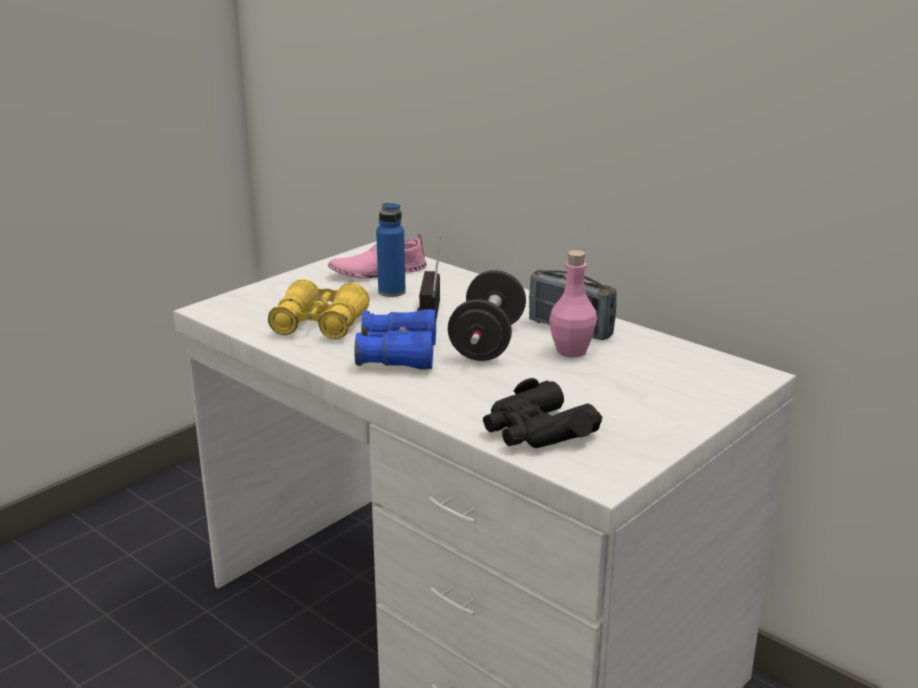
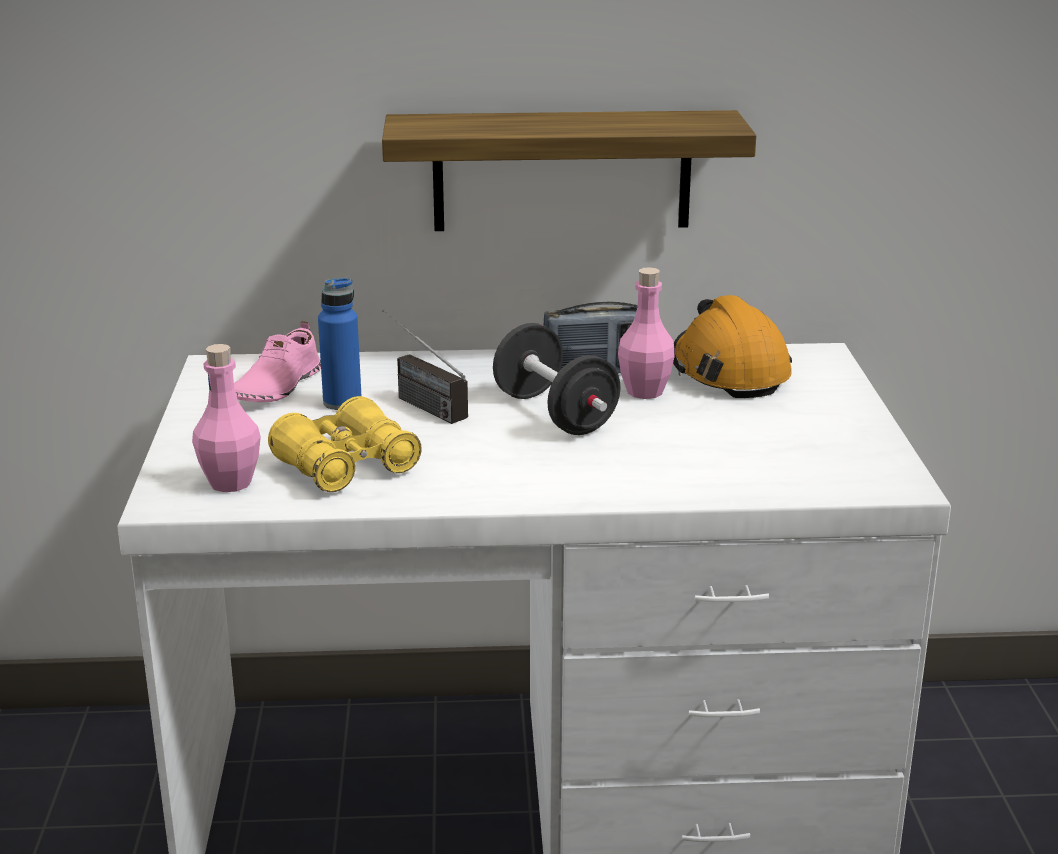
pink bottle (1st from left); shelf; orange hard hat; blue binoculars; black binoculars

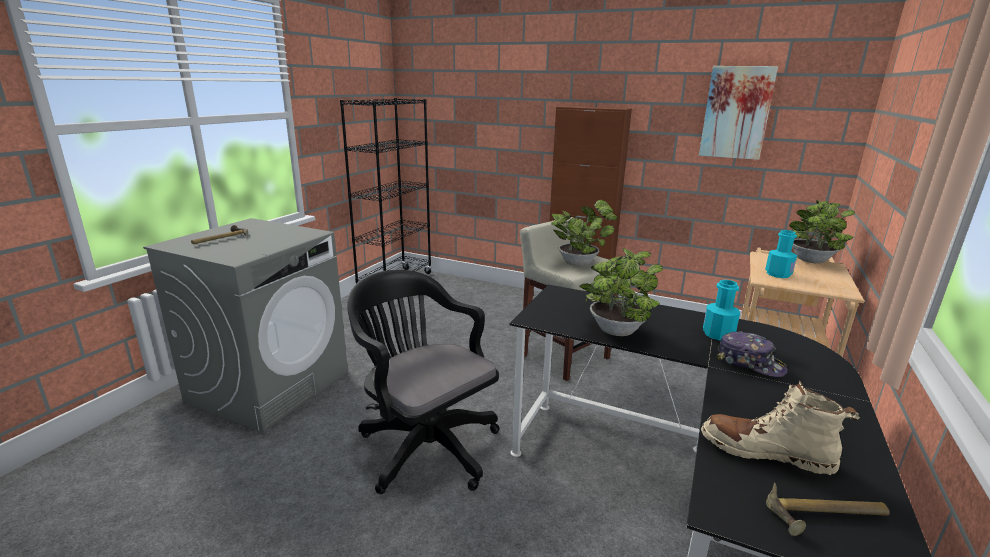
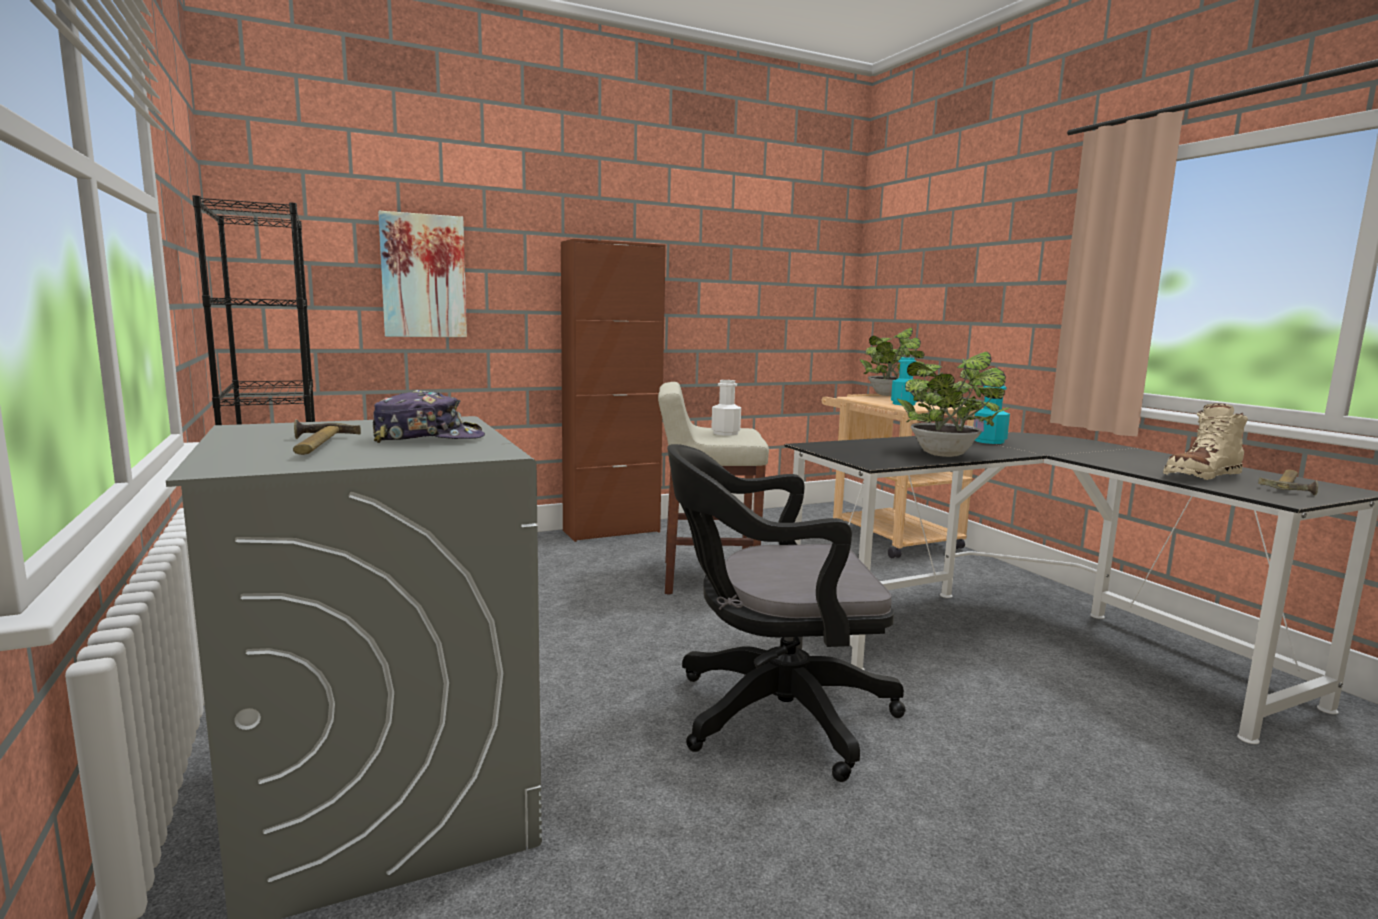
cap; picture; white bottle

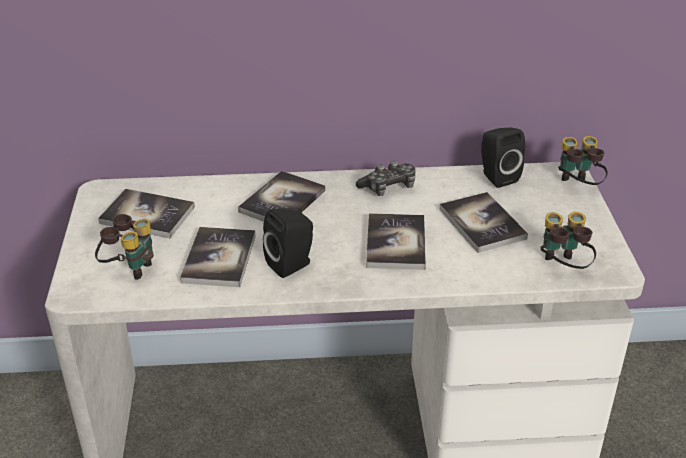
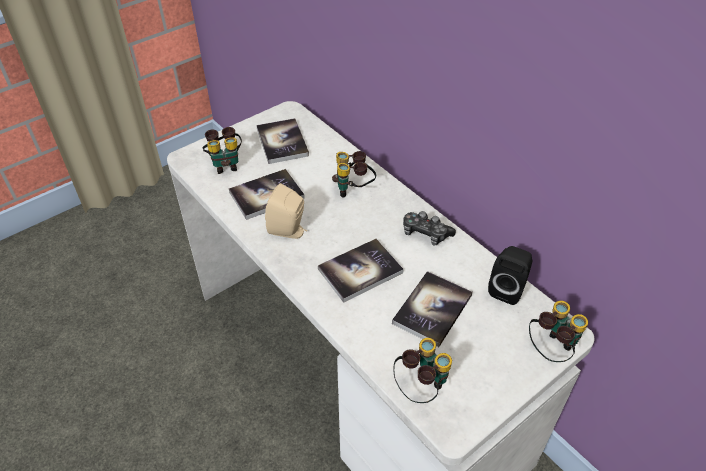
beige speaker; binoculars (2nd from left)

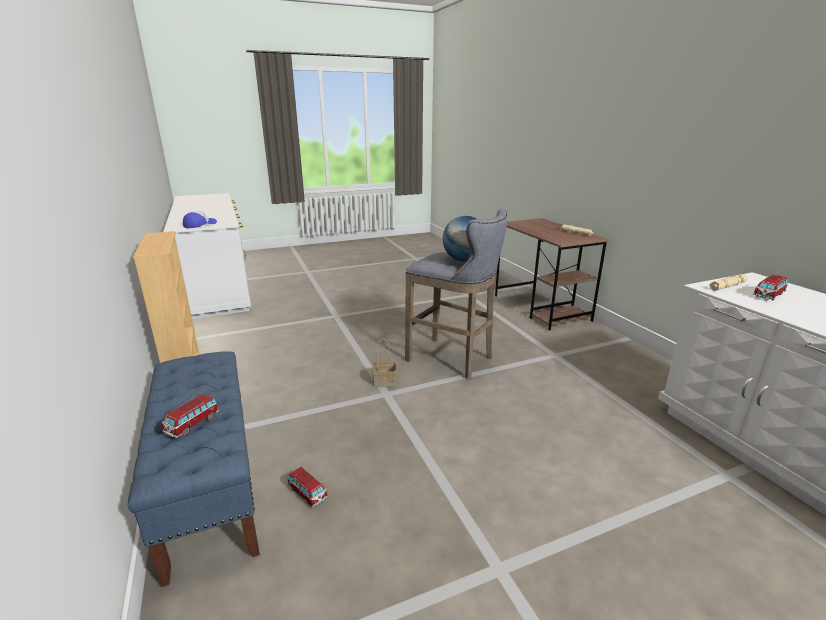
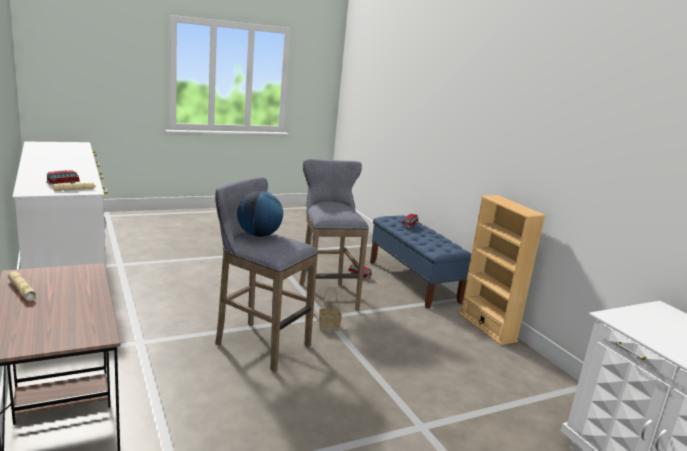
grey stool (2nd from left); cap

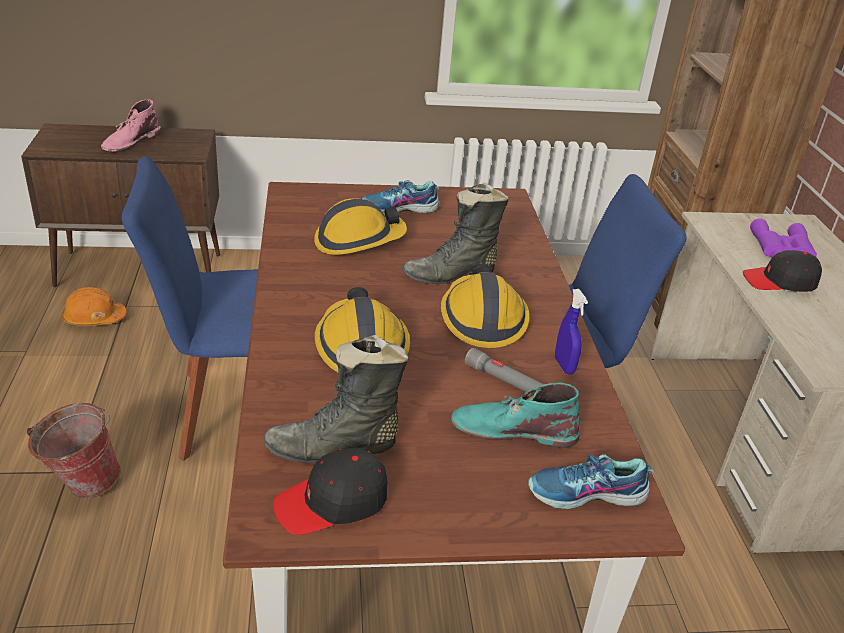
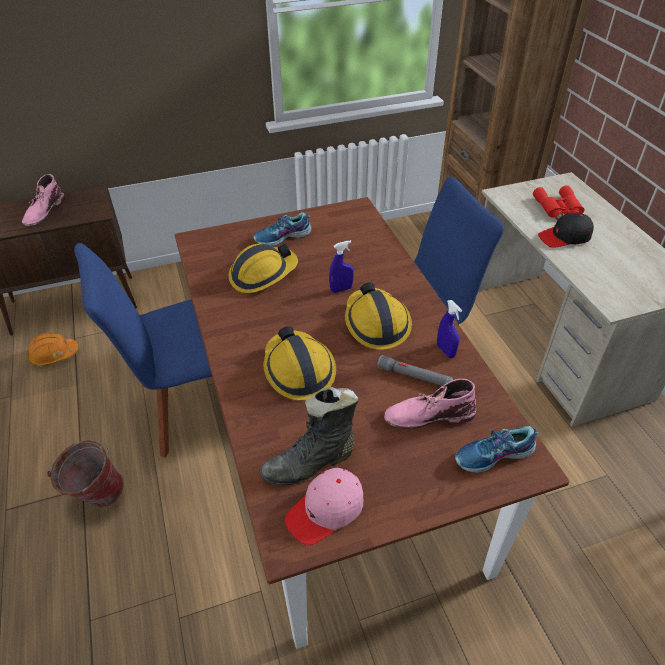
pink cap; blue spray bottle (1st from left); pink boot (2nd from left); red binoculars

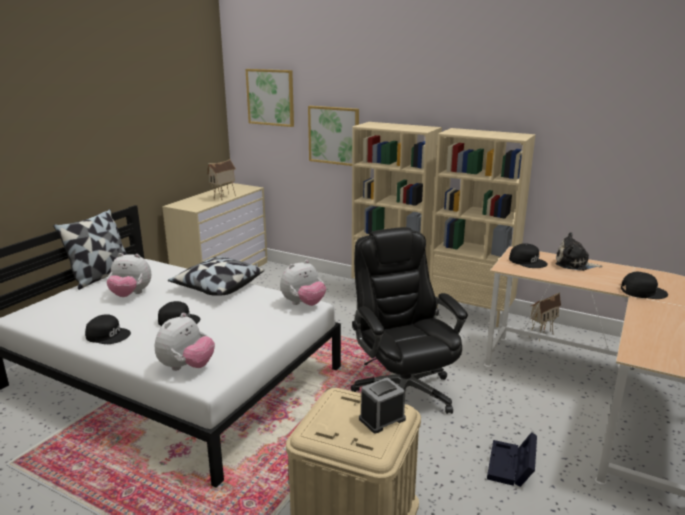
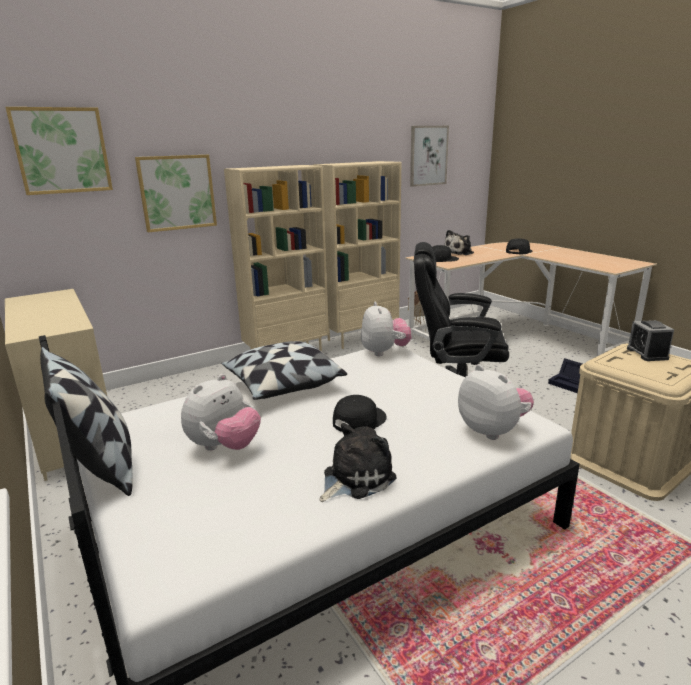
plush toy (2nd from left); picture (3rd from left); toy house (1st from left in the first image)

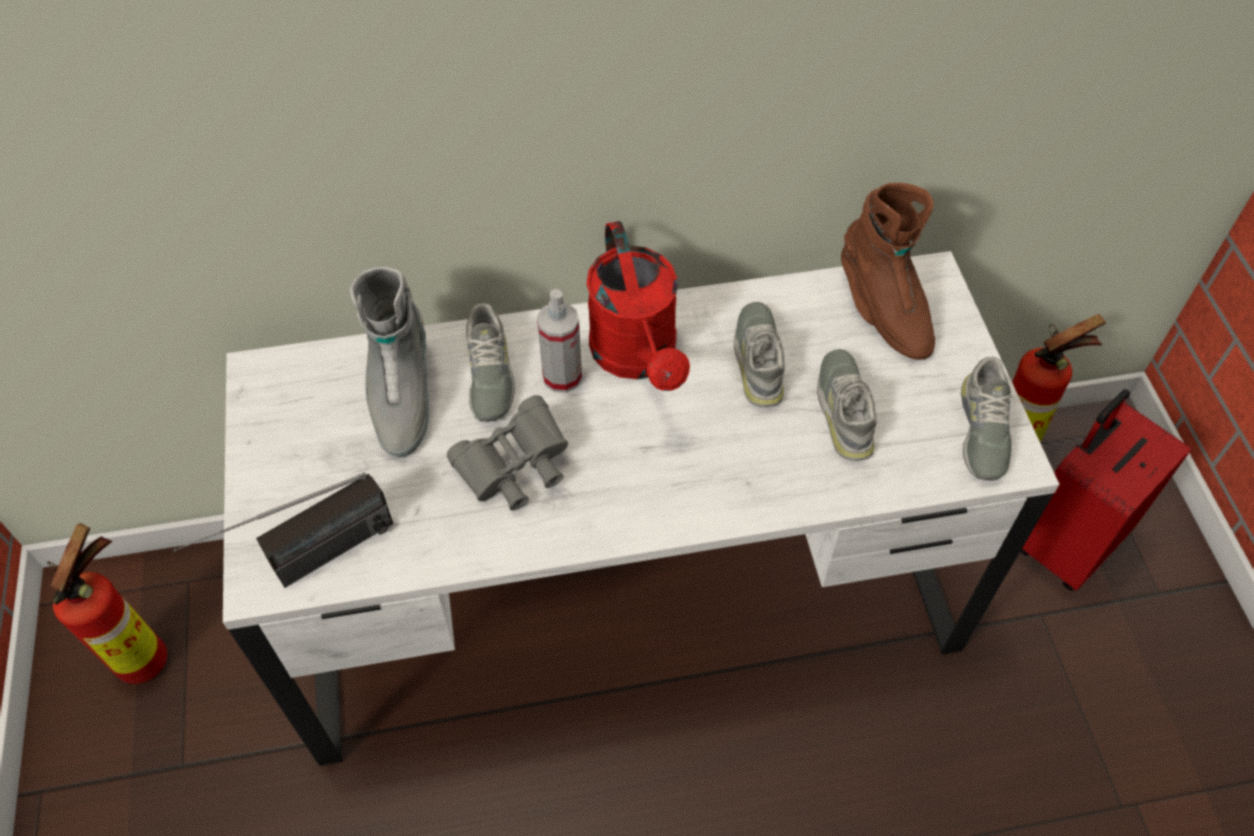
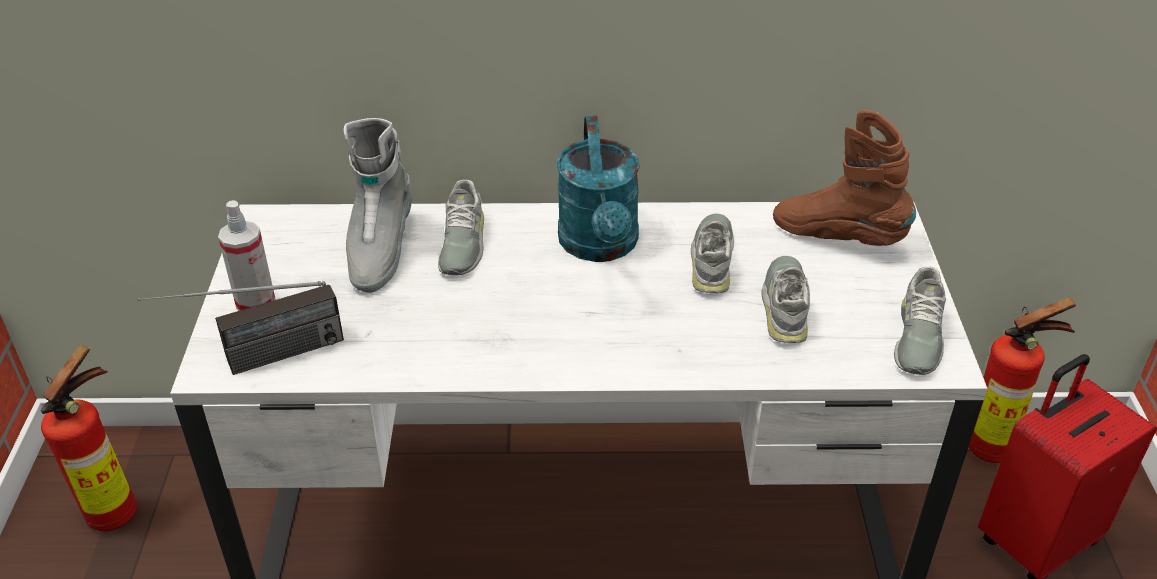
spray bottle; turquoise watering can; brown boot; grey binoculars

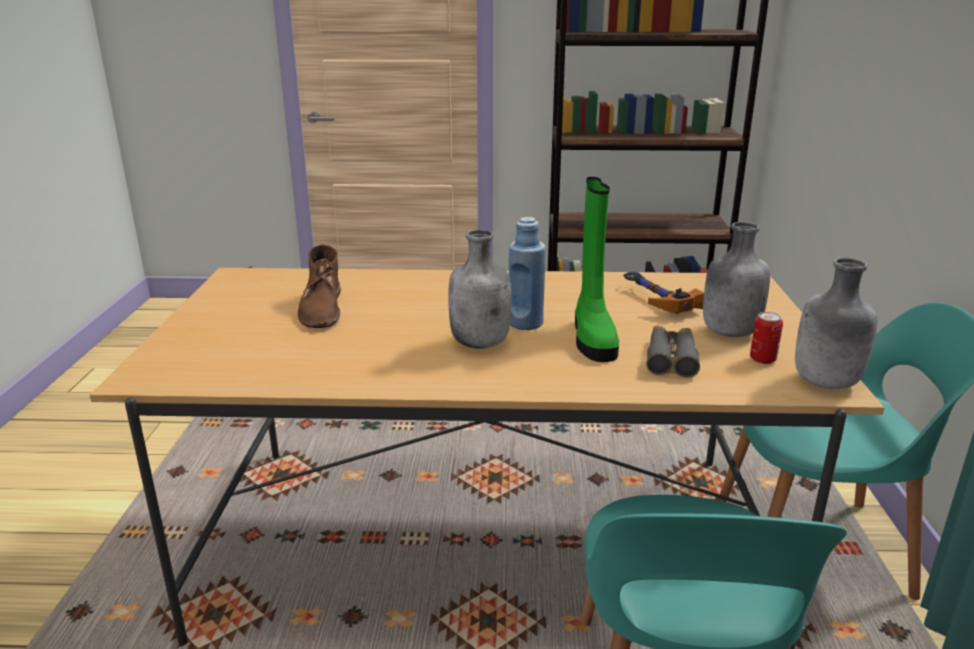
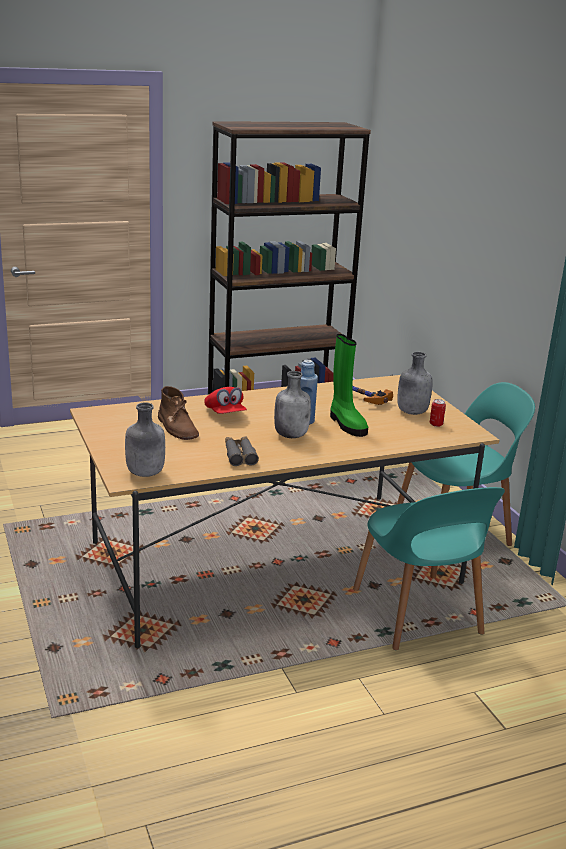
grey bottle (1st from left); red cap; grey binoculars

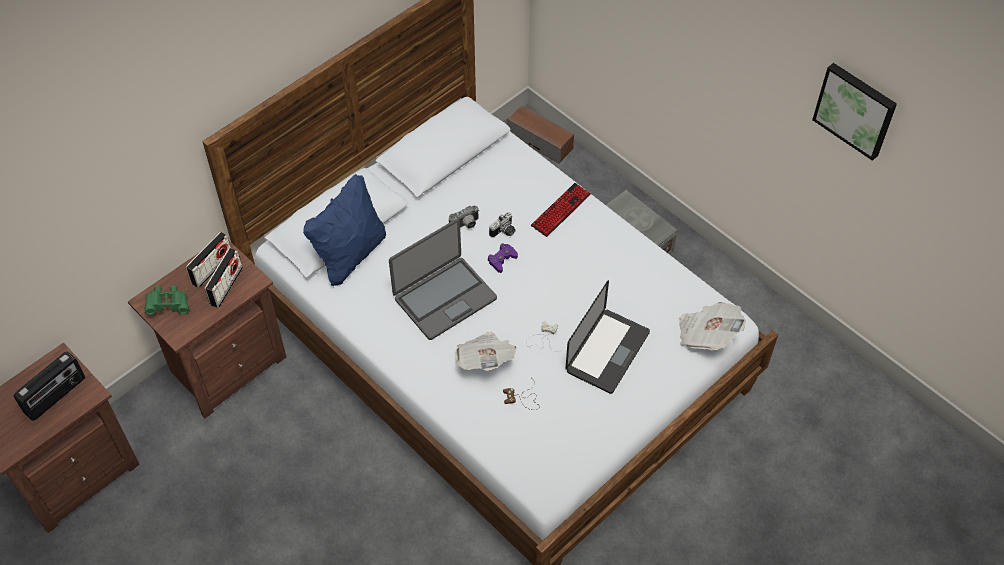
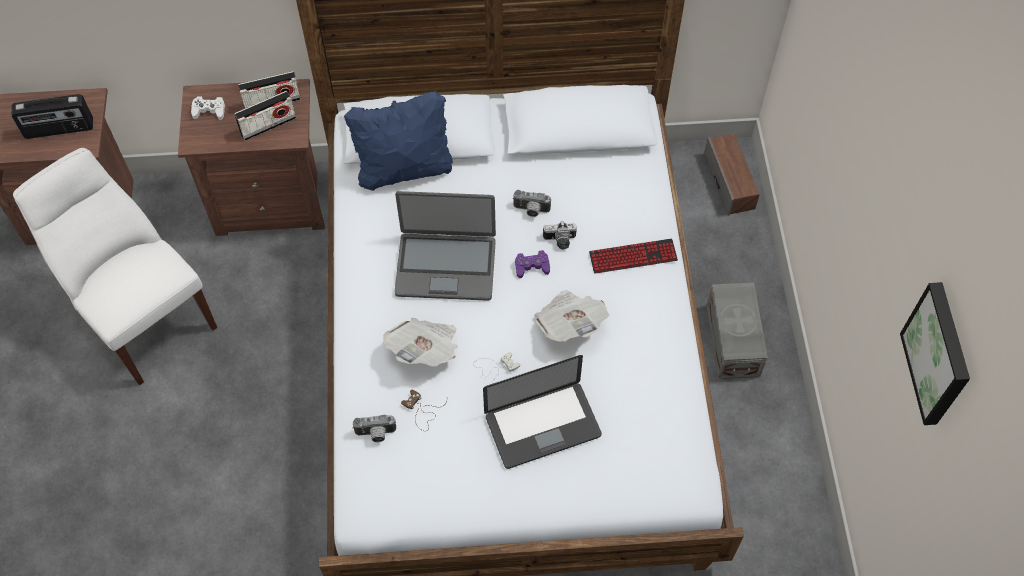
white chair; white game controller (1st from left); photo camera (1st from left); newspaper (2nd from left)

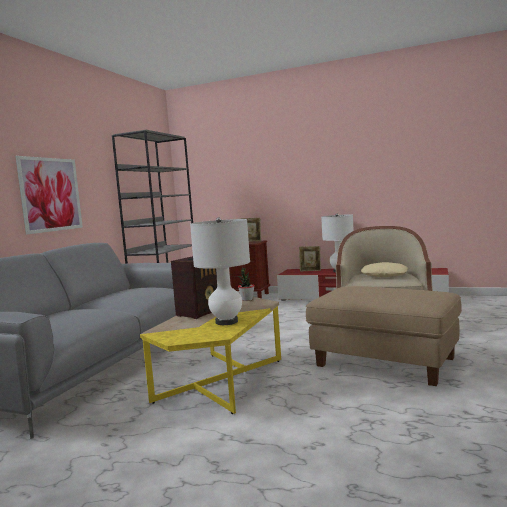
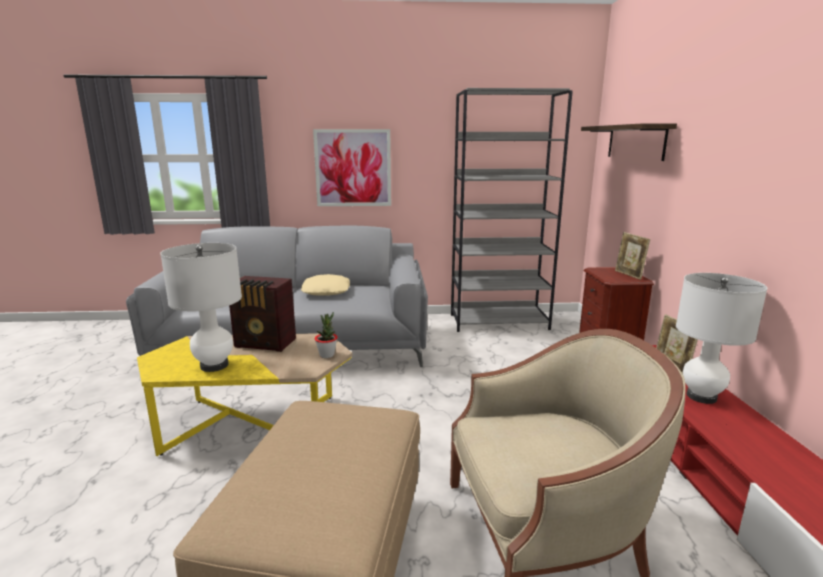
beige pillow; shelf

